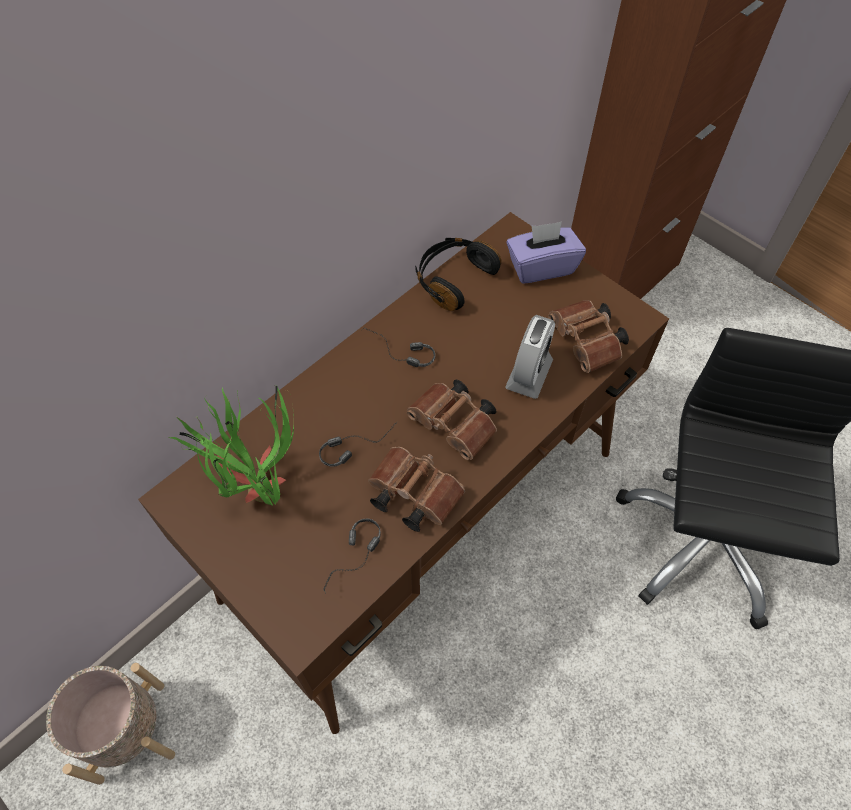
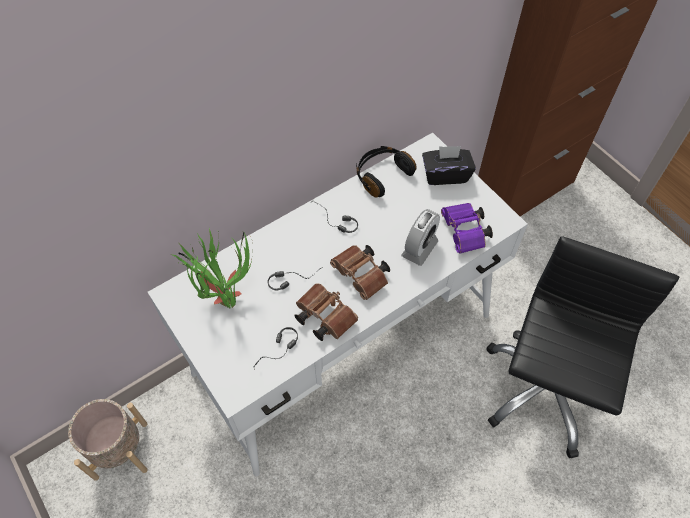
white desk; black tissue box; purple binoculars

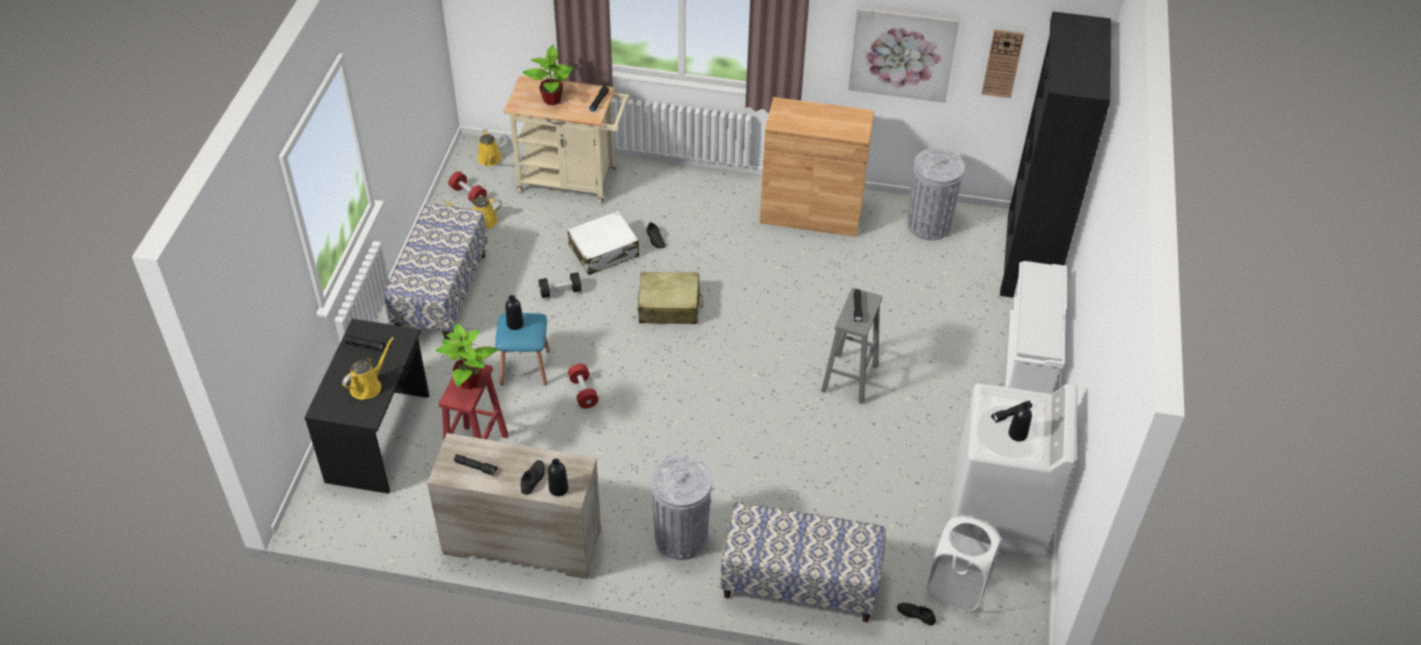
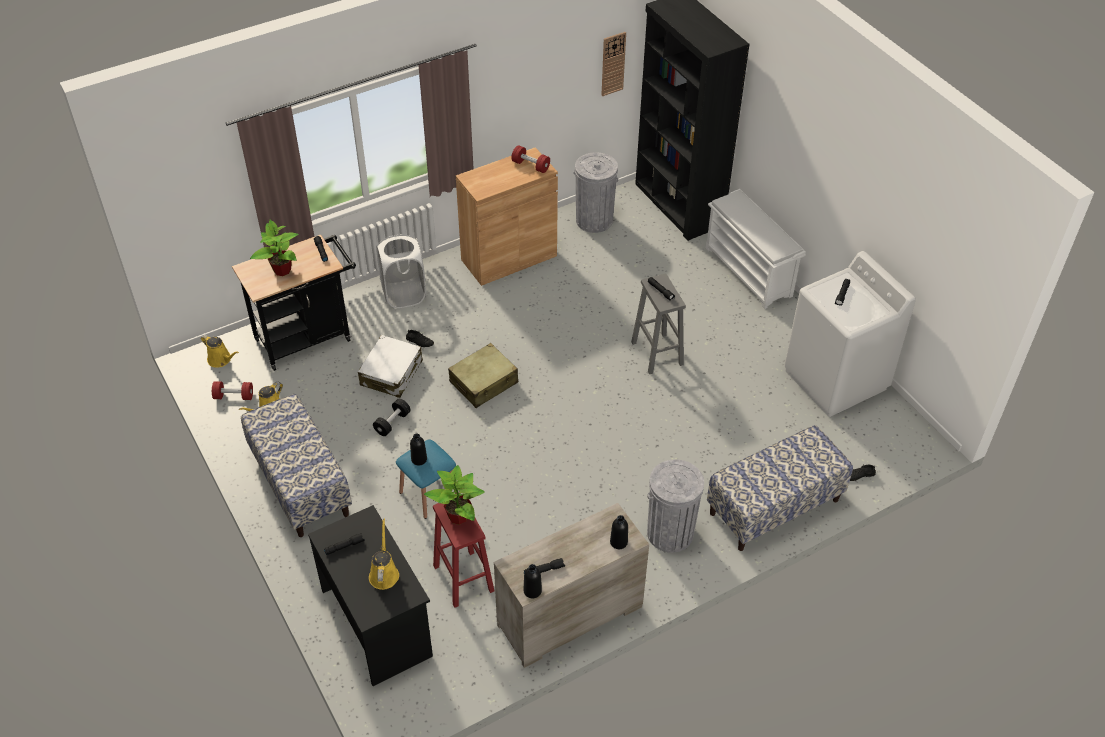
black cart; white laundry basket; red dumbbell (2nd from left); black bottle (2nd from left); black shoe (1st from left in the first image); picture

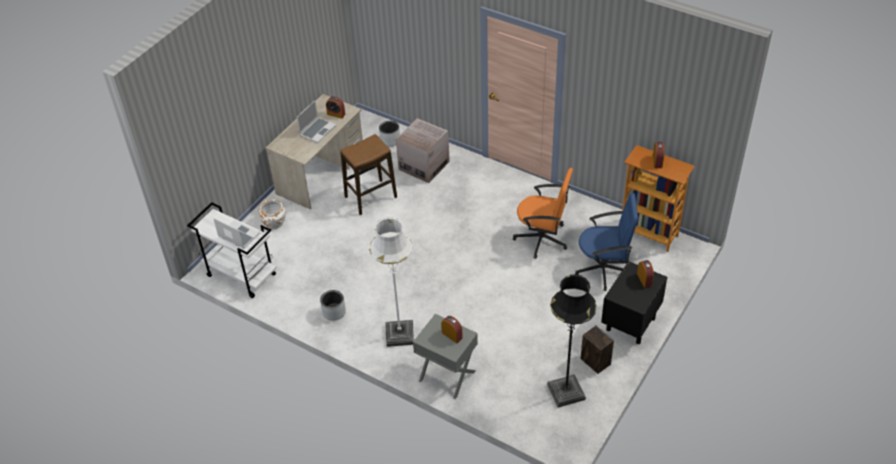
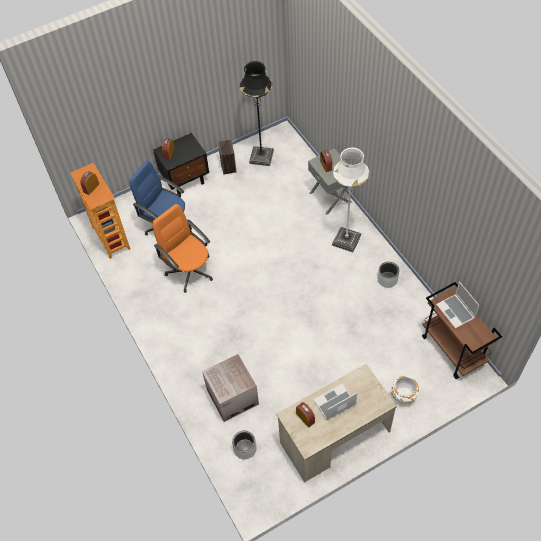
brown cart; stool

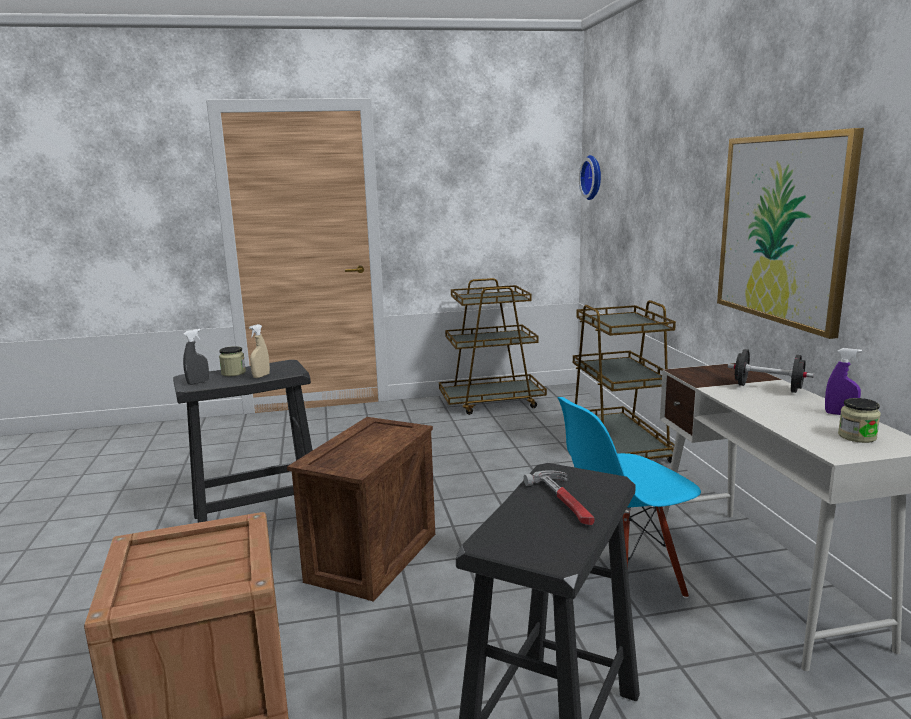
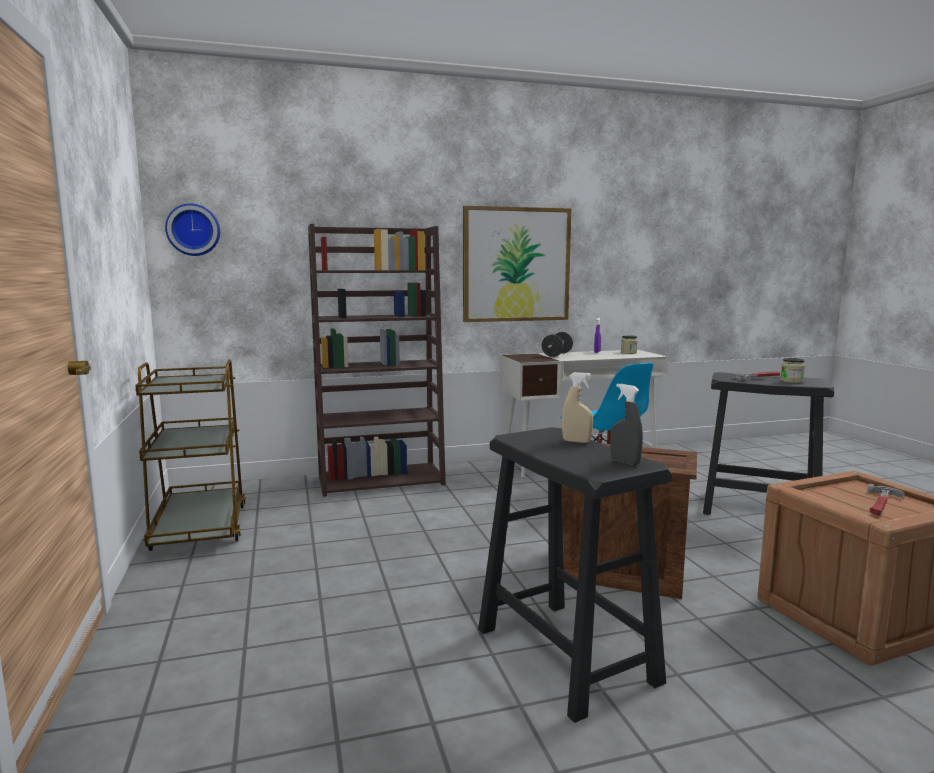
brown bookcase; jar (2nd from left); hammer (2nd from left)

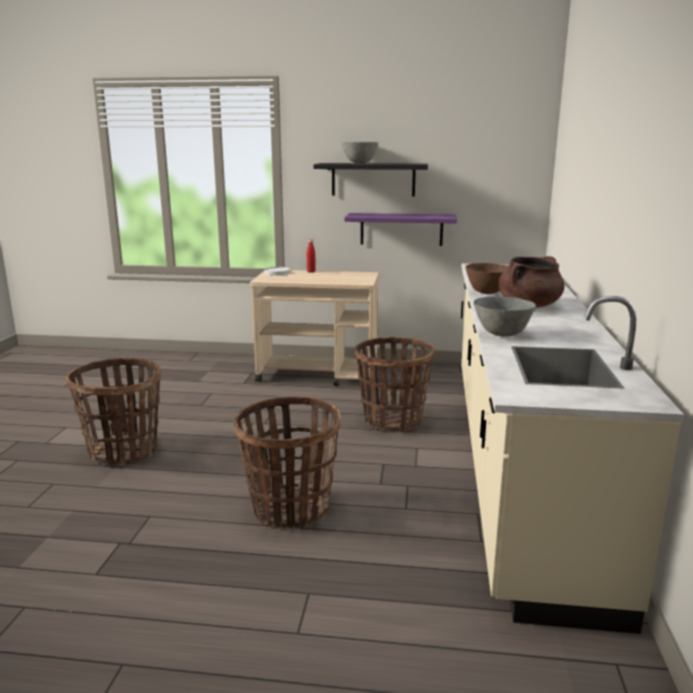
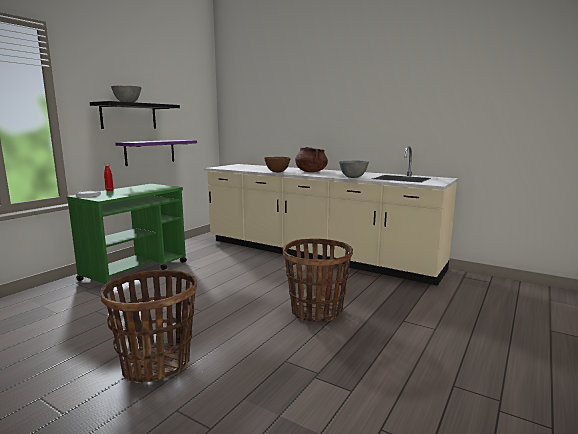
green cart; basket (3rd from left in the first image)

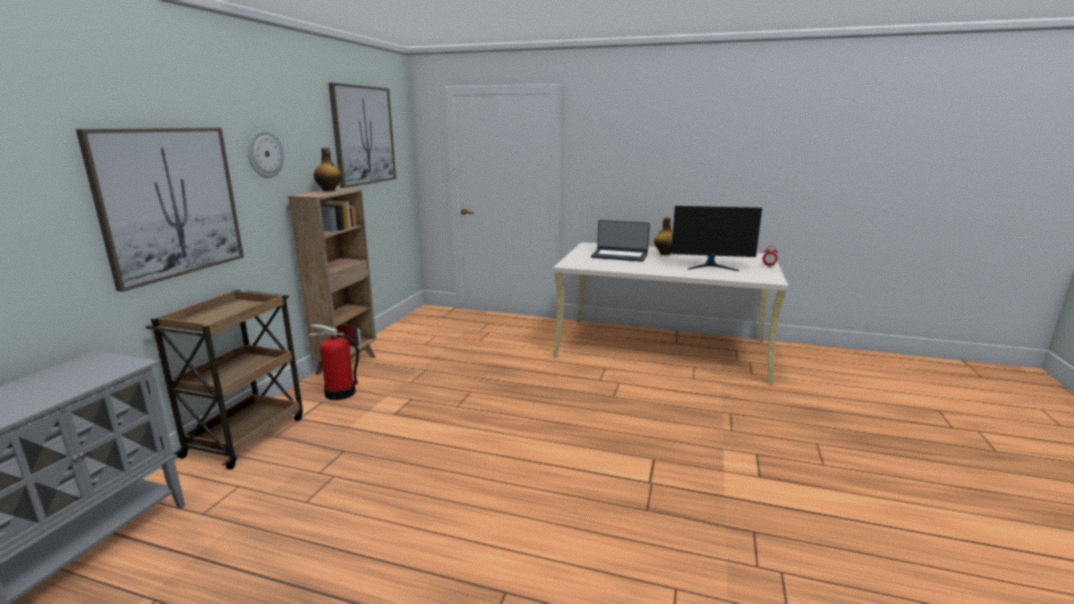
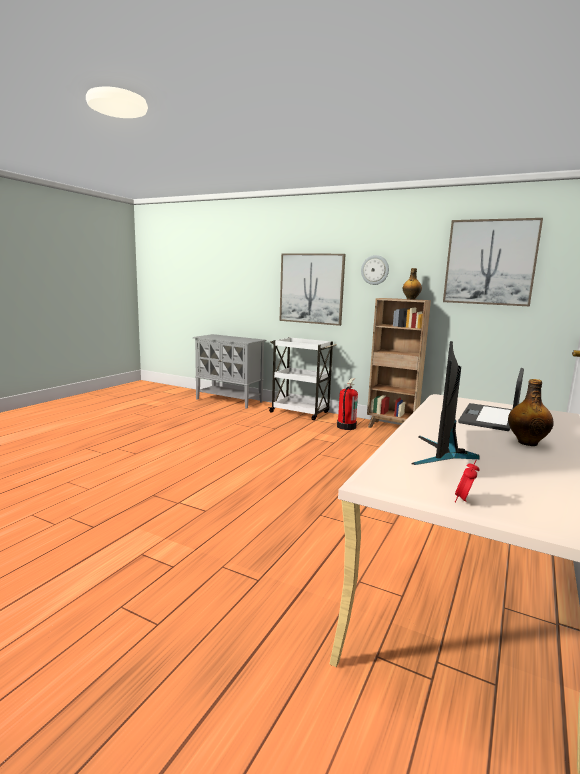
white cart

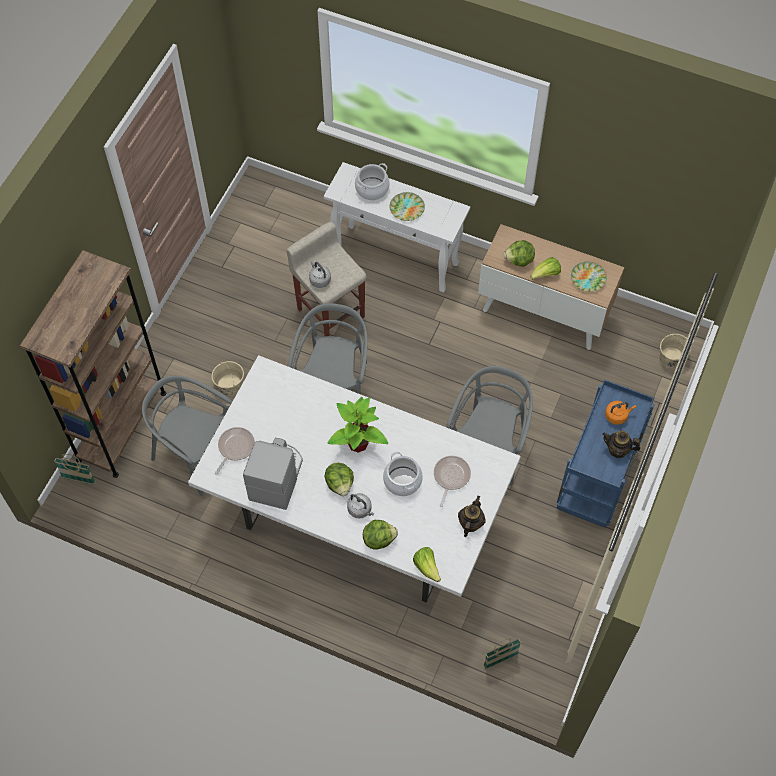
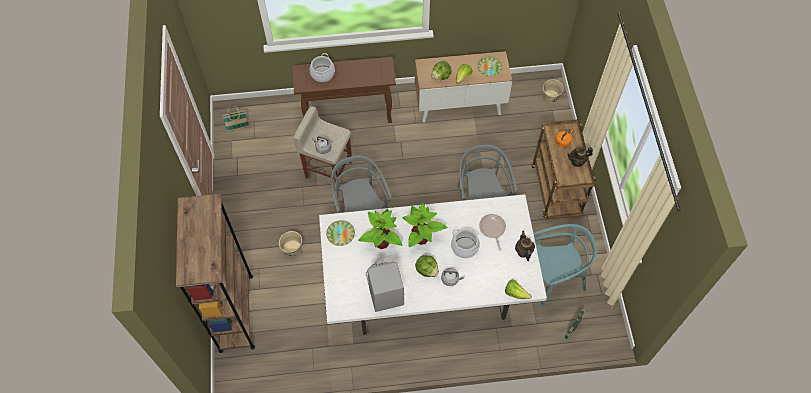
basket (1st from left); brown console table; plate (1st from left); potted plant (1st from left); brown cart; turquoise chair; grey chair (1st from left in the first image); frying pan (1st from left in the first image); lettuce (2nd from left in the first image)

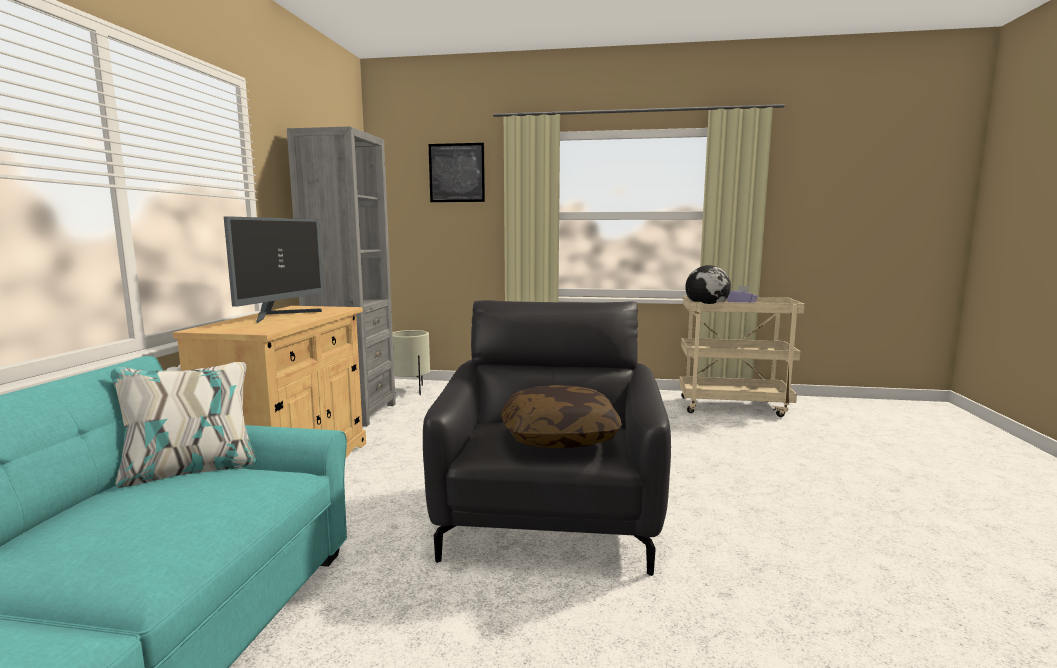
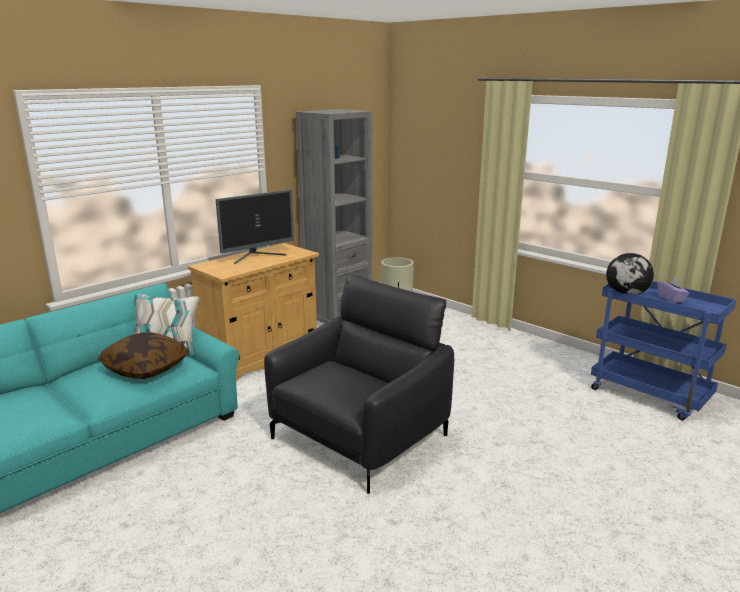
pillow; blue cart; picture

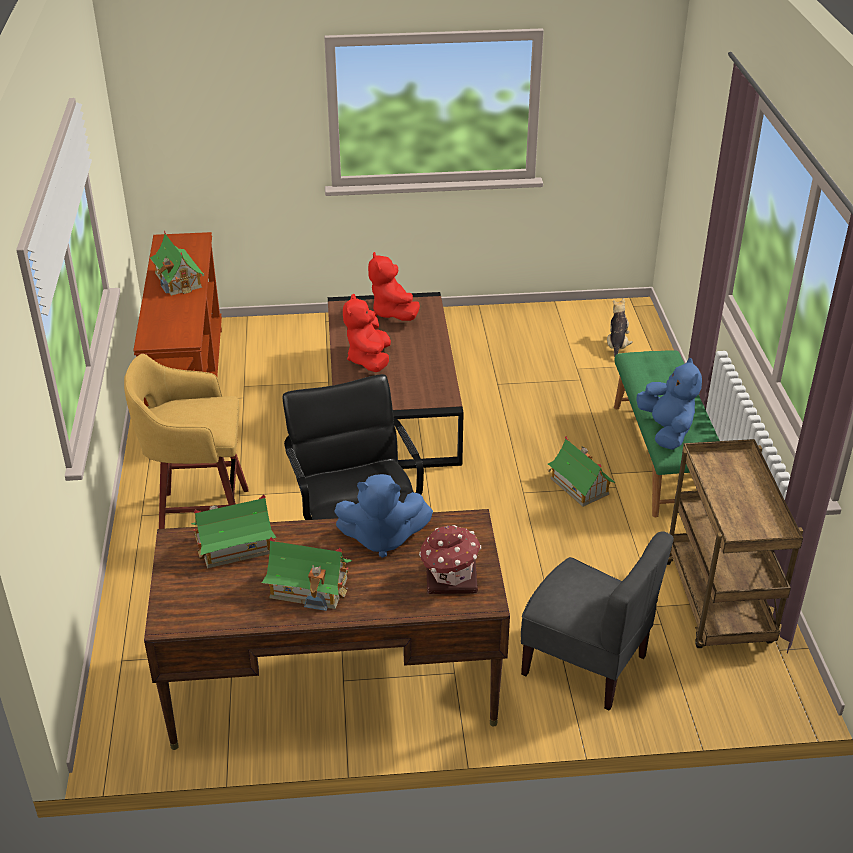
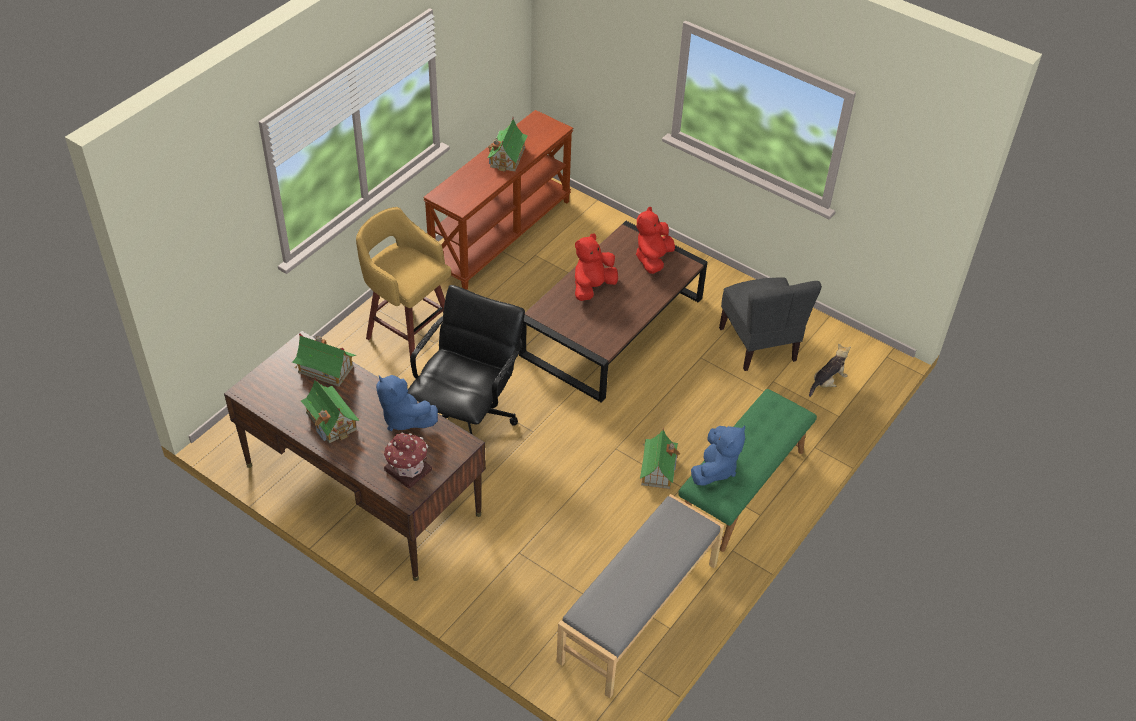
grey bench; grey chair

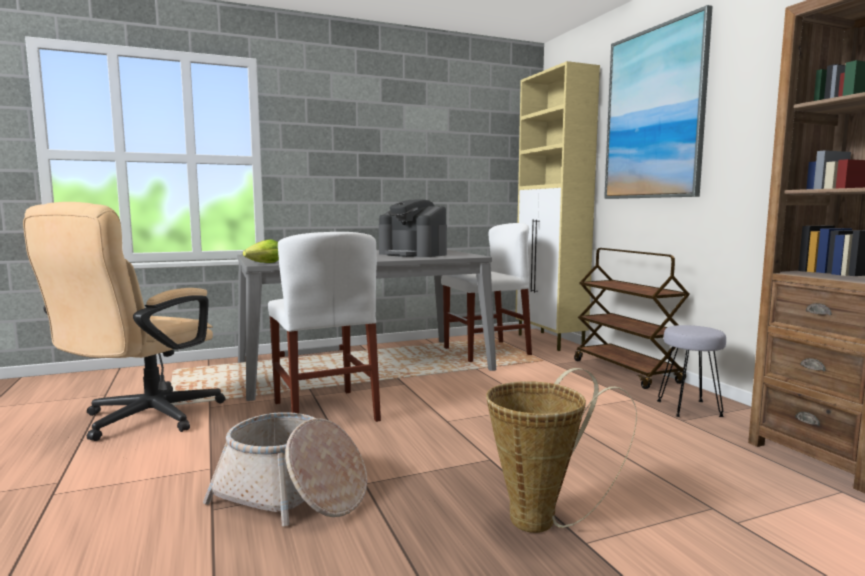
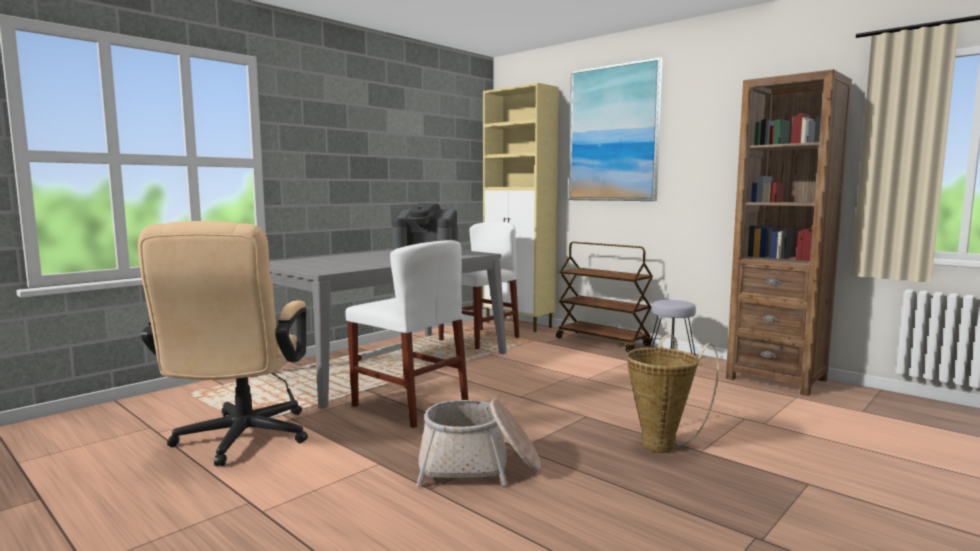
lettuce

